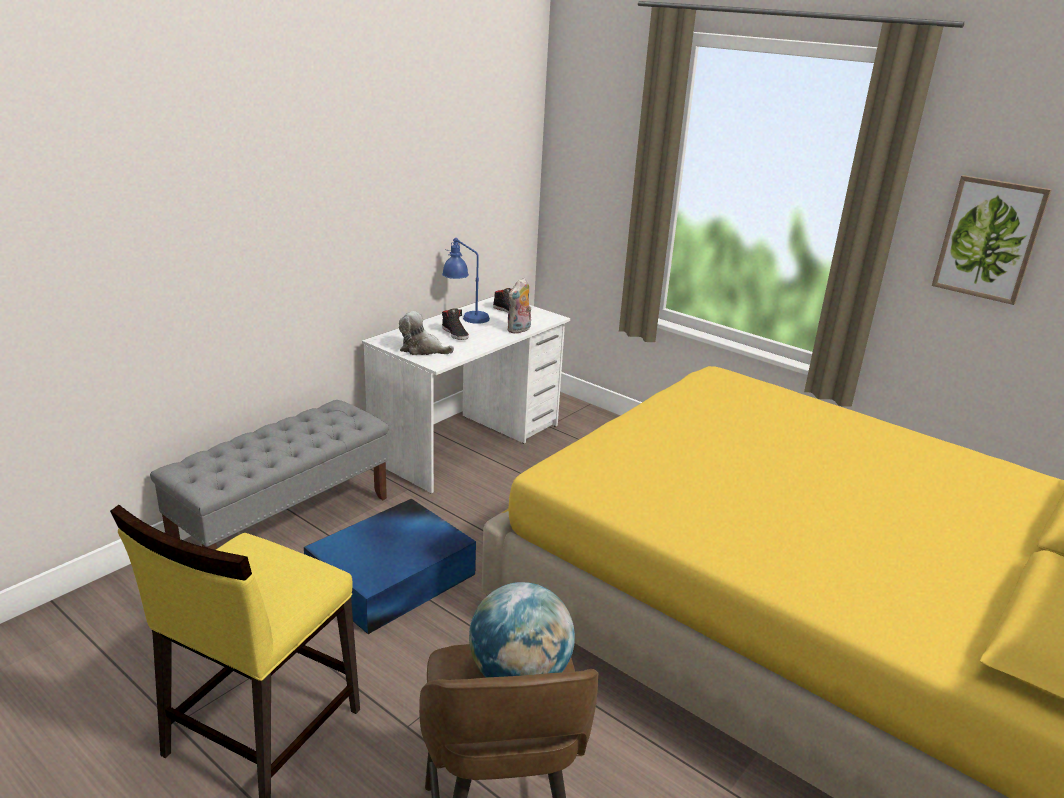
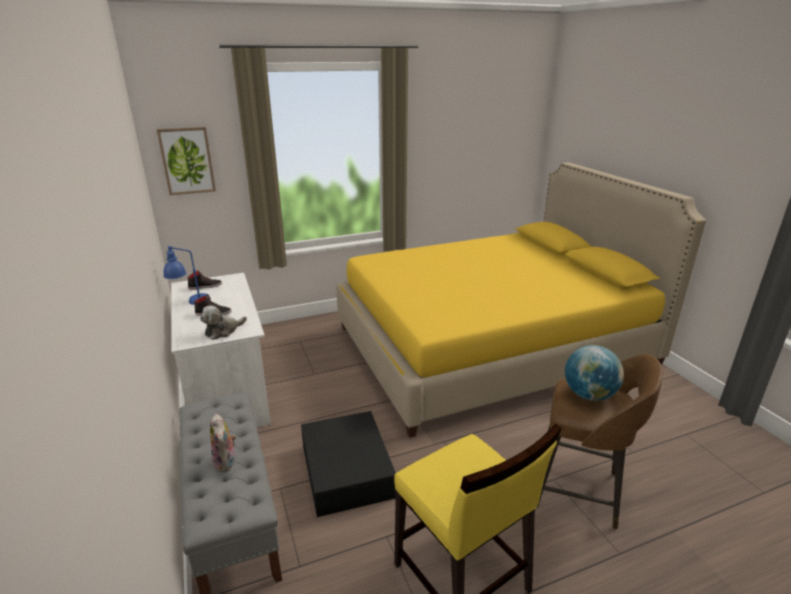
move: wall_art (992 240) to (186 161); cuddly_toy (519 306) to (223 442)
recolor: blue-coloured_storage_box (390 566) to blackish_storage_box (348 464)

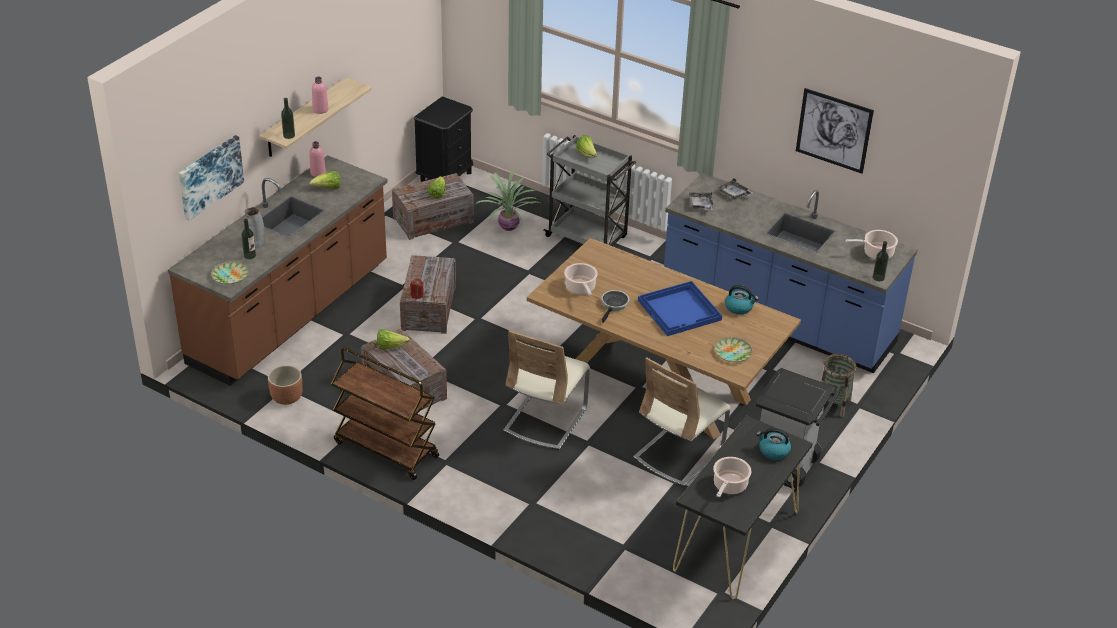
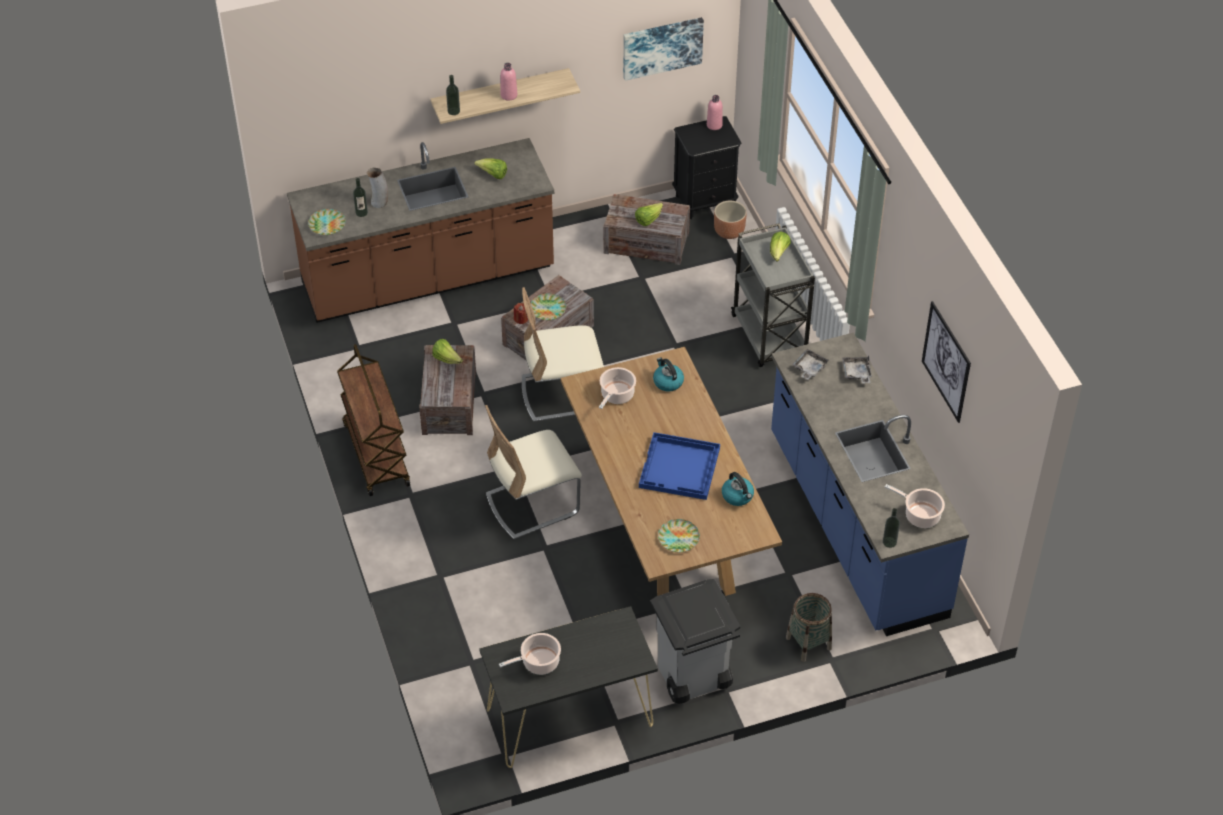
delete: houseplant (507 200); pan (615 306)
insert: plate (548 307)
move: beige-coloured_upright_chair (682 422) to (563 354); wall_art (211 177) to (663 49); water_kettle (773 444) to (668 375); pink-coloured_beverage_bottle (317 159) to (715 112); brown-coloured_planter (285 385) to (730 220)

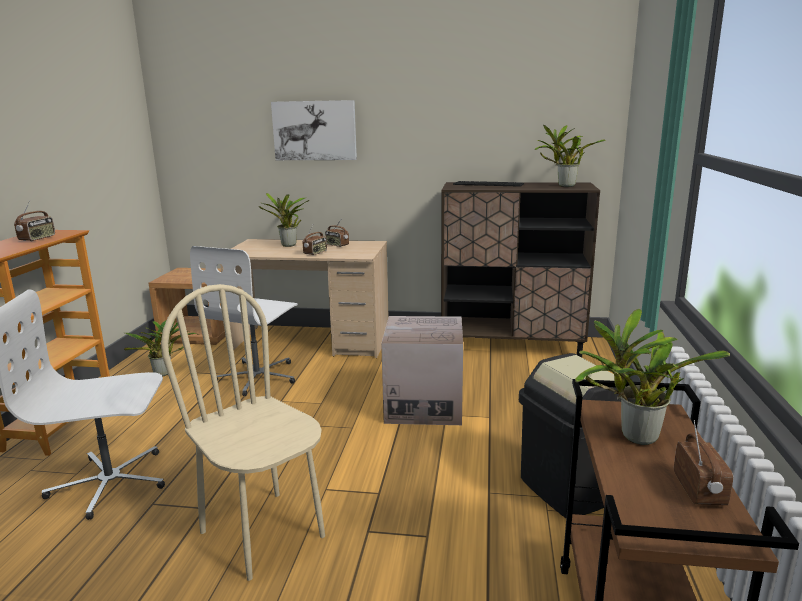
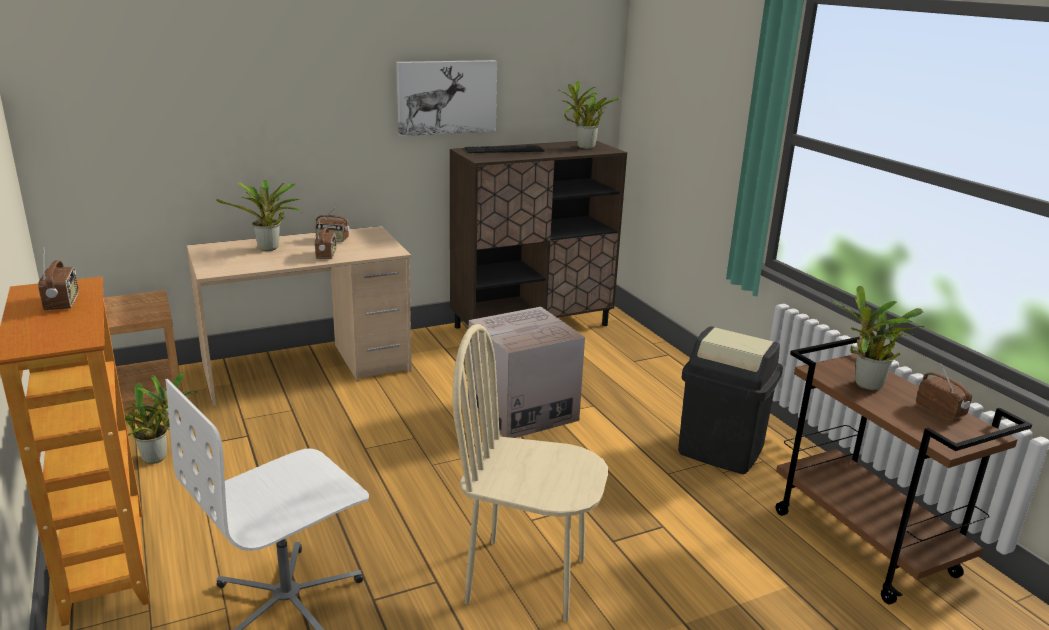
delete: whitish_desk_chair (244 321)
move: wall_art (314 130) to (446 98)

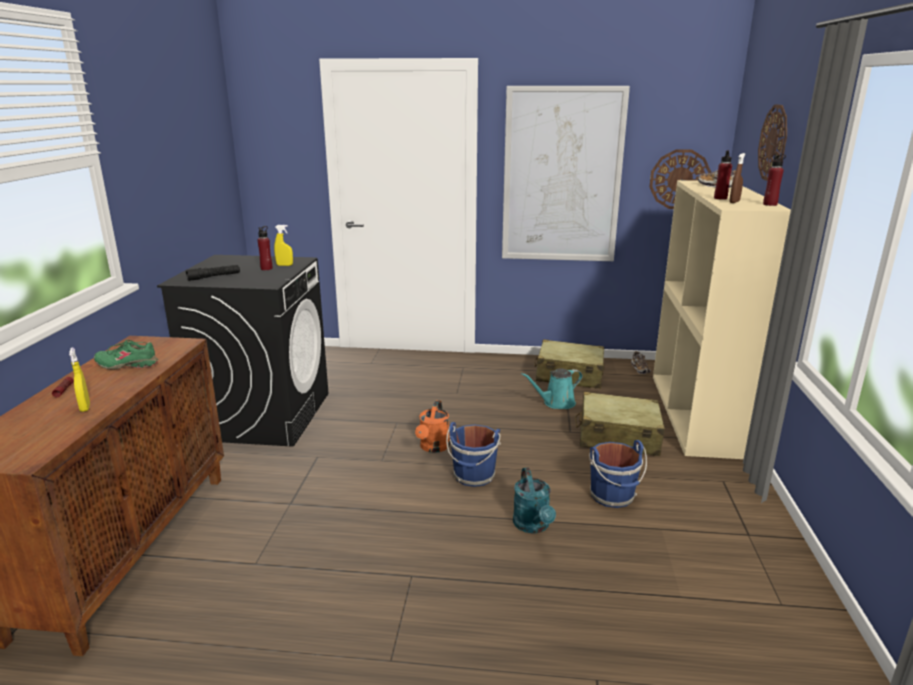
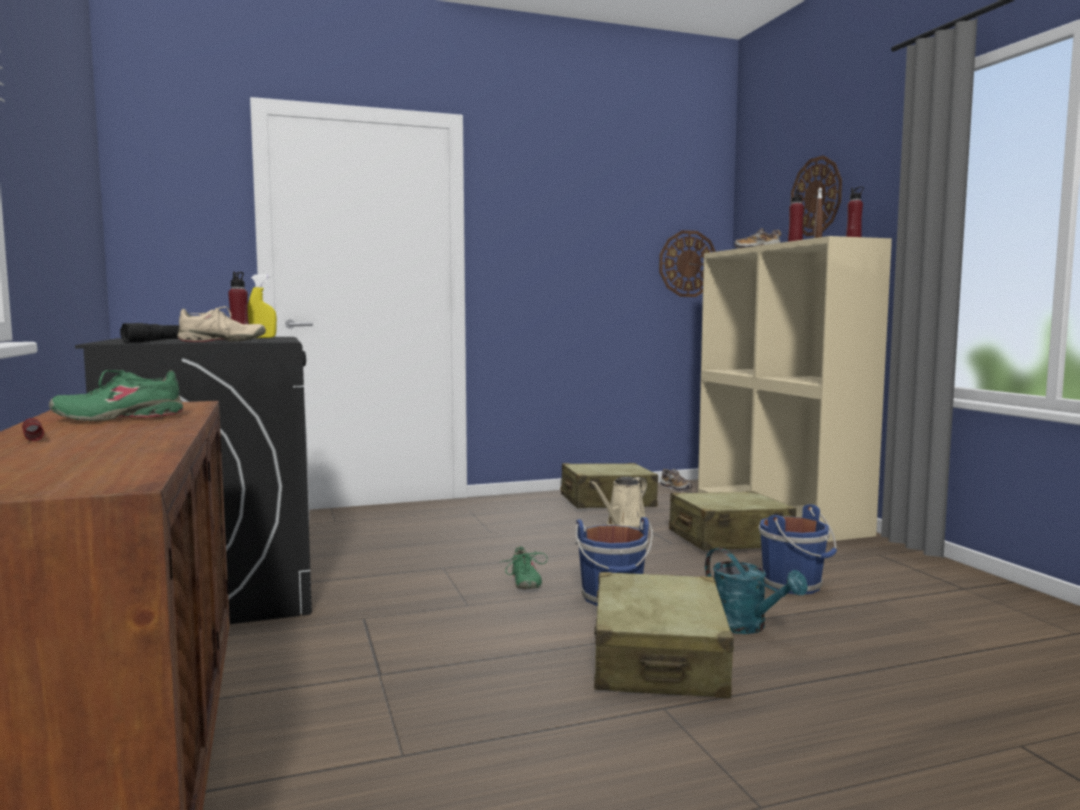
delete: yellow-coloured_hand_sprayer (79 380); wall_art (566 173)
insert: beige-coloured_item_of_footwear (221 324); beige-coloured_suitcase (664 635)
replace: orange-coloured_watering_can (432 426) to greenish_item_of_footwear (523 567)
recolor: blue-green_watering_can (552 388) to beige-coloured_watering_can (618 502)

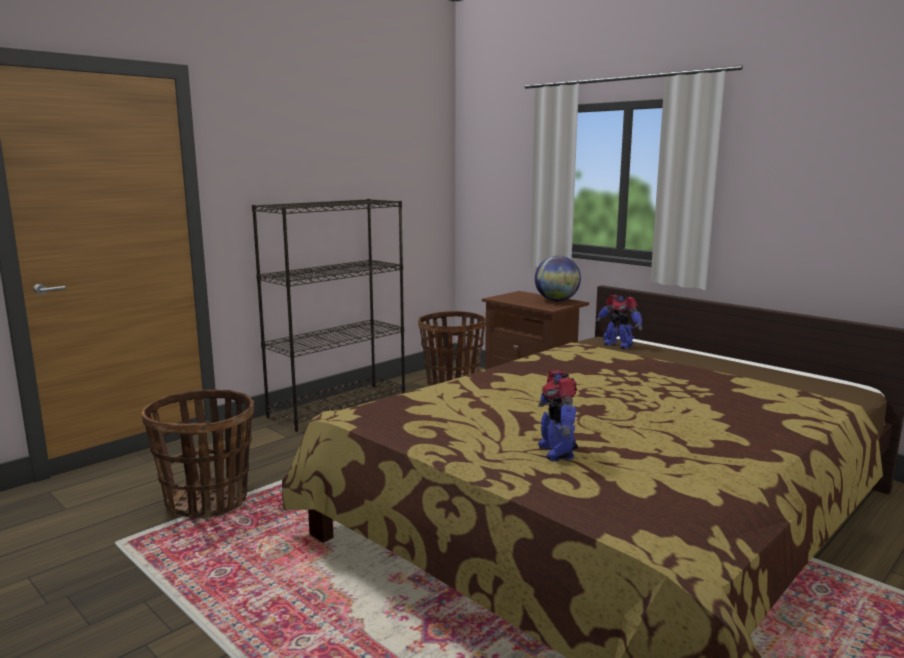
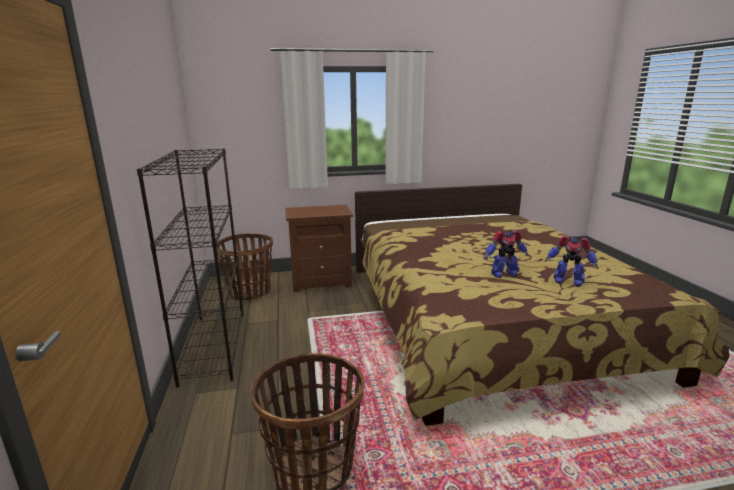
delete: desk_globe (558 278)
move: toy_robot (619 321) to (507 254)

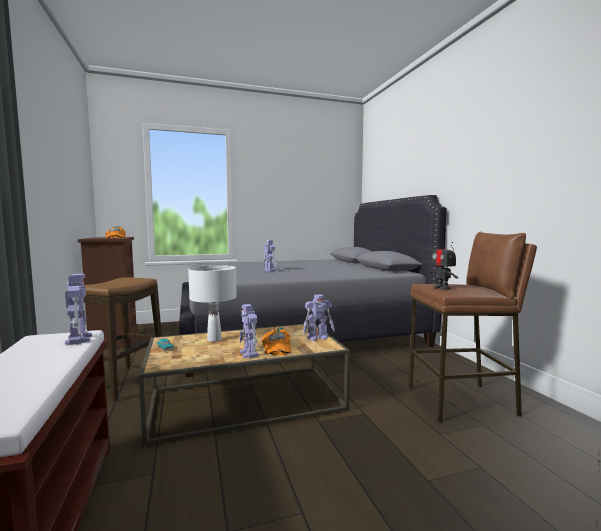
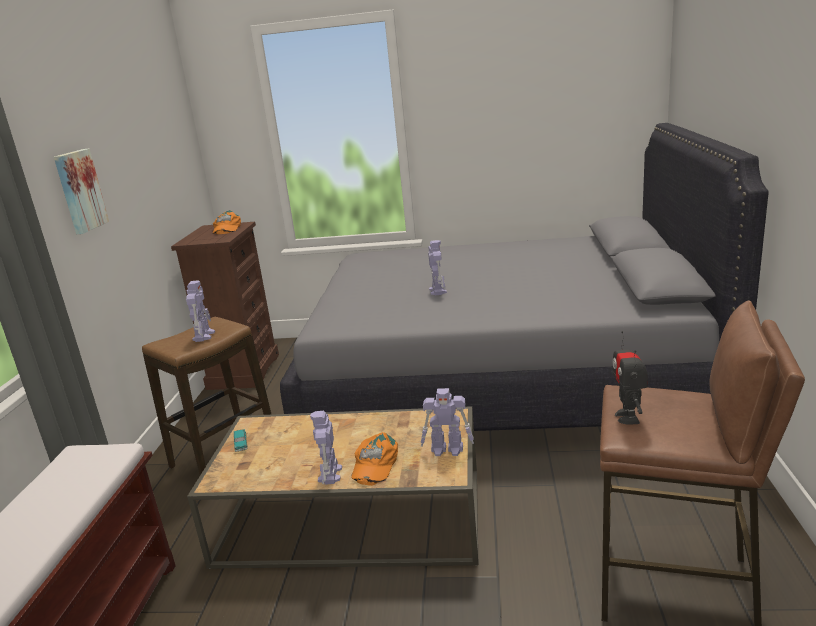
delete: whitish_tabletop_lamp (212 303)
insert: wall_art (81 191)
move: toy_robot (78 309) to (200 311)

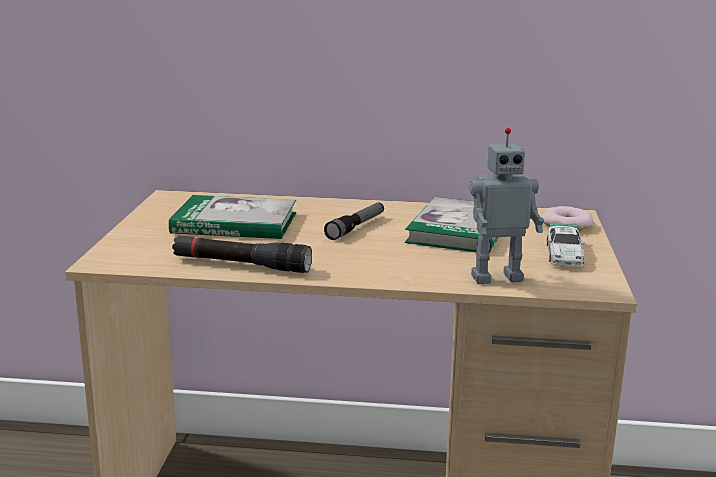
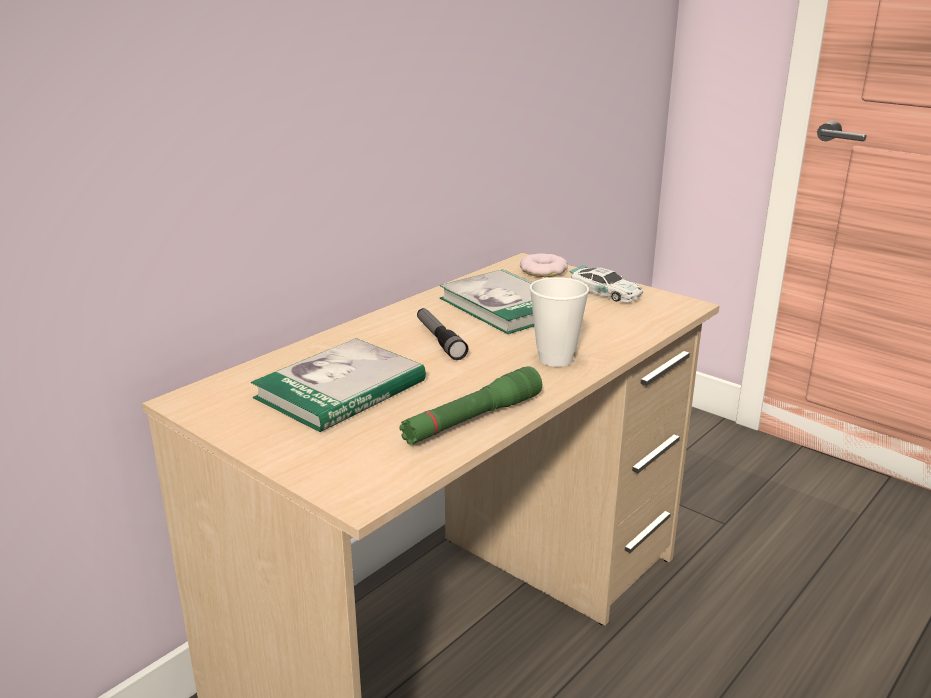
delete: toy_robot (506 206)
insert: cup (559 322)
recolor: blackish_flashlight (242 254) to greenish_flashlight (470 405)

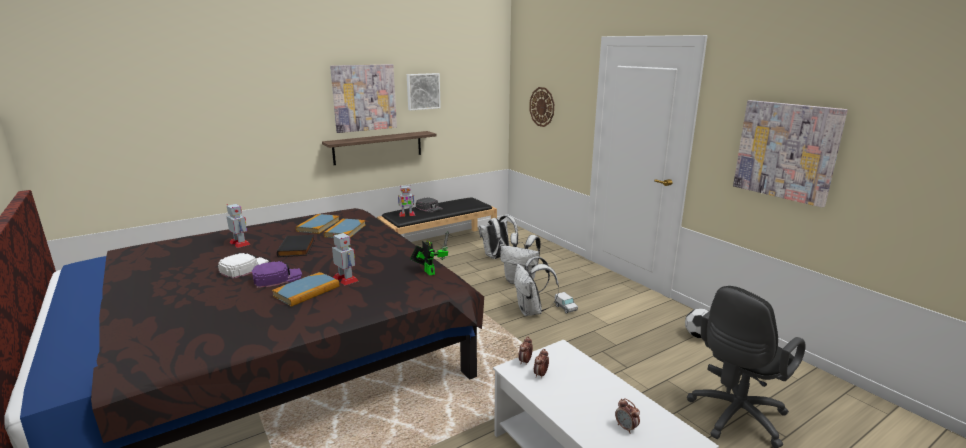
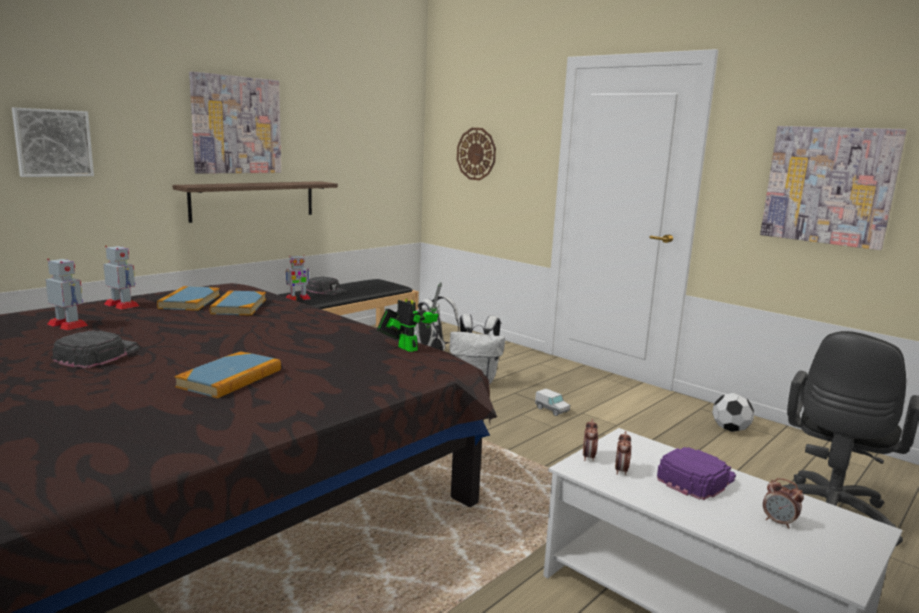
delete: blackish_book (296 246); whitish_knapsack (536 286)
move: wall_art (424 92) to (53 142); toy_robot (345 259) to (121 277); purple-coloured_cap (277 274) to (696 473)
recolor: whitish_cap (243 266) to blackish_cap (95 349)

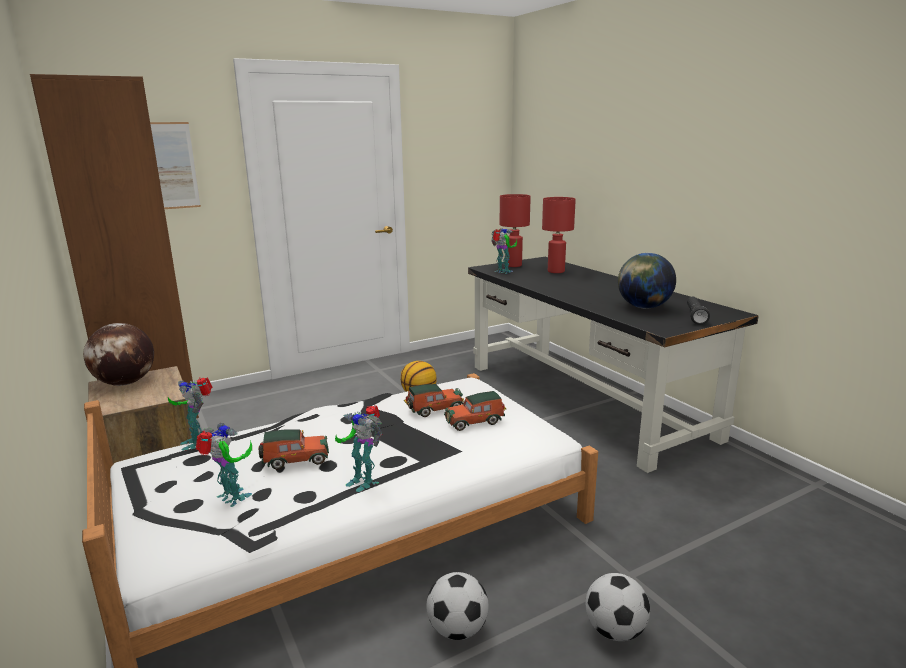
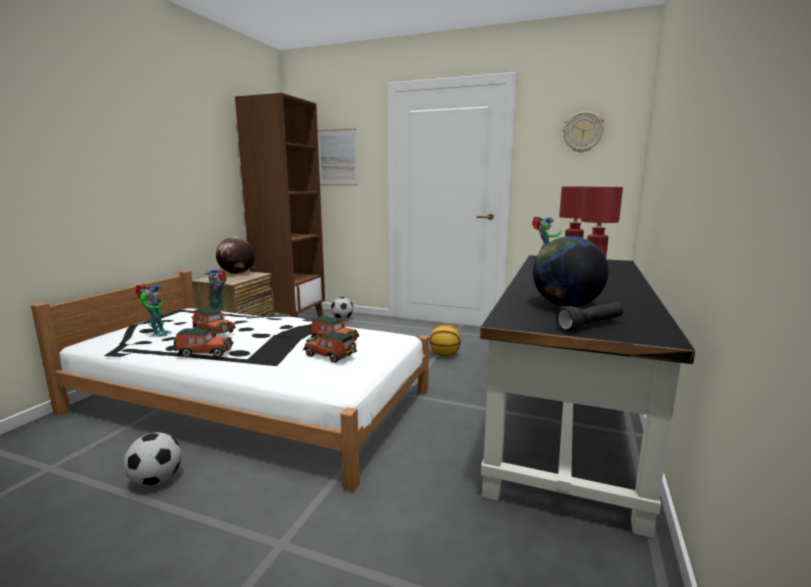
insert: wall_clock (584 132)
move: football (617 607) to (341 308)
replace: toy_robot (358 448) to toy_car (204 342)

